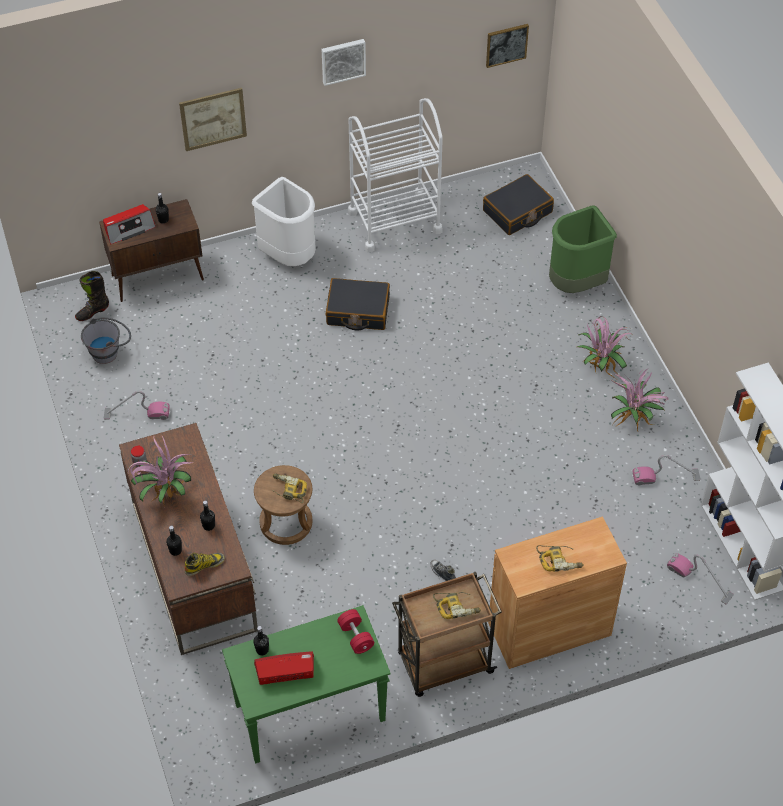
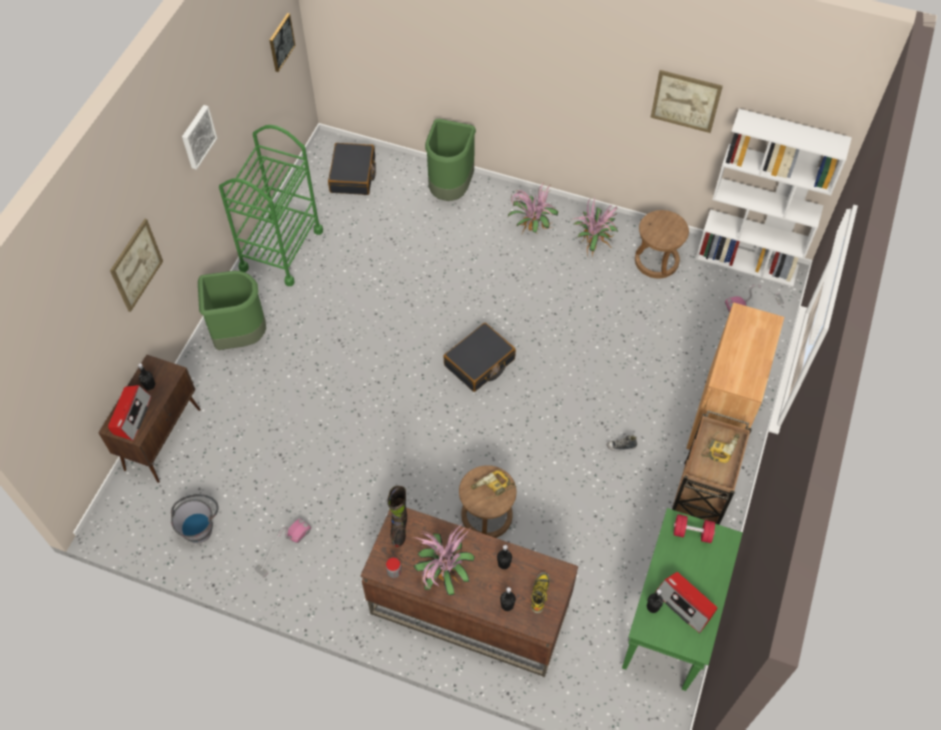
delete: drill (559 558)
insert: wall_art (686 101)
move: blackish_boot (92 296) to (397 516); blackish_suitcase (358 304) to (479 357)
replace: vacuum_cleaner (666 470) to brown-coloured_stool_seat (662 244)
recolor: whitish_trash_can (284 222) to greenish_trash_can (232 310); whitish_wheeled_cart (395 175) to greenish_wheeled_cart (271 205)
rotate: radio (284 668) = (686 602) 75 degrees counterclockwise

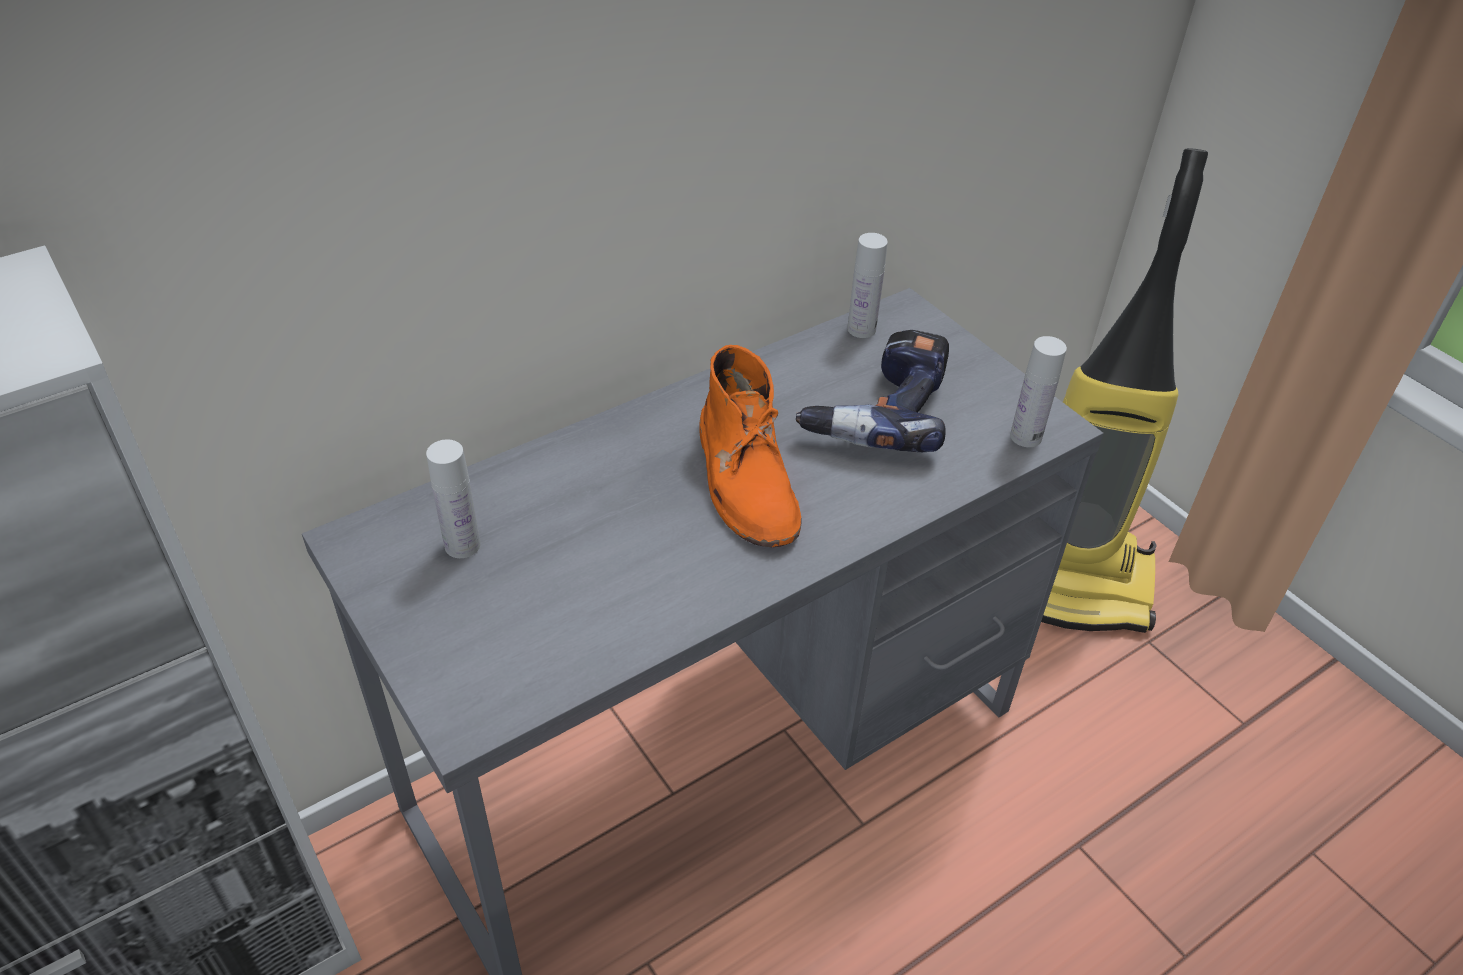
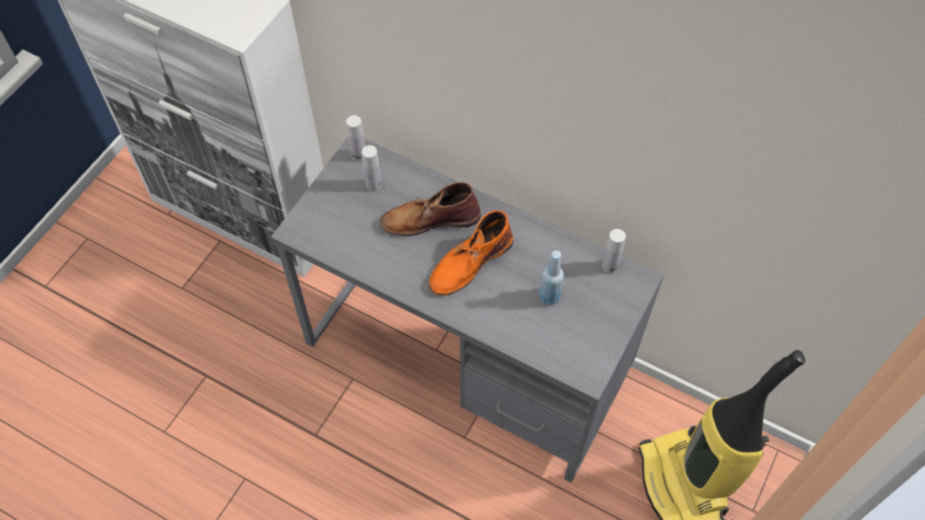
insert: brown-coloured_boot (430 209)
move: whitish_beverage_bottle (1038 391) to (355 138)
replace: drill (872 391) to blue-coloured_beverage_bottle (551 277)

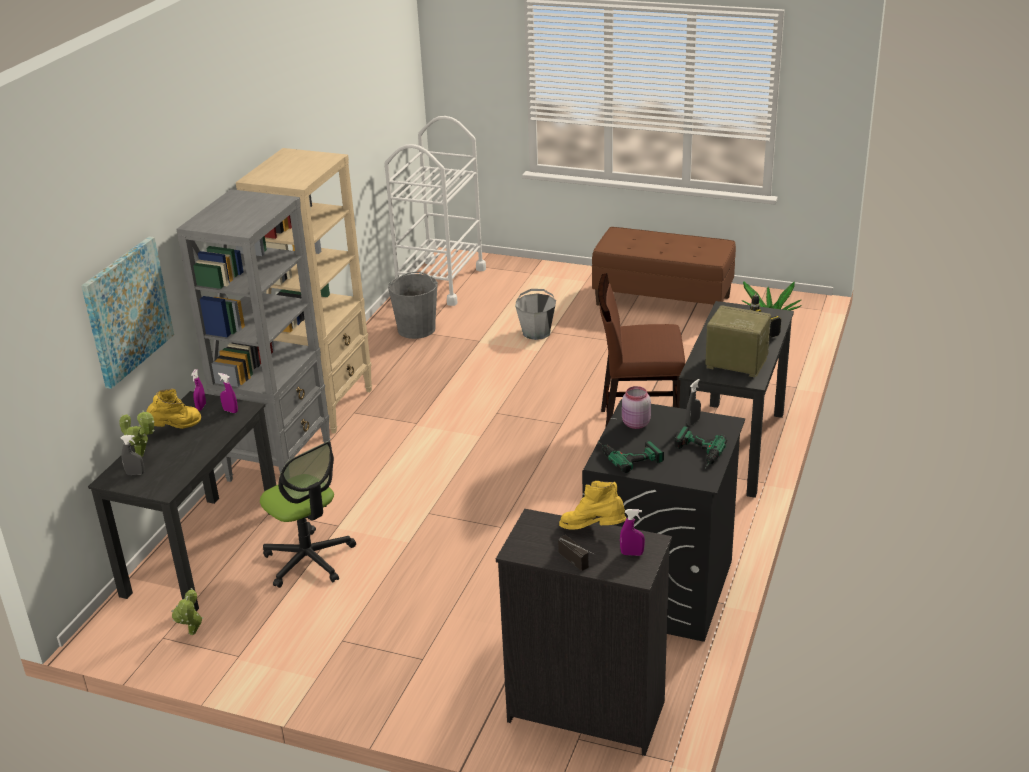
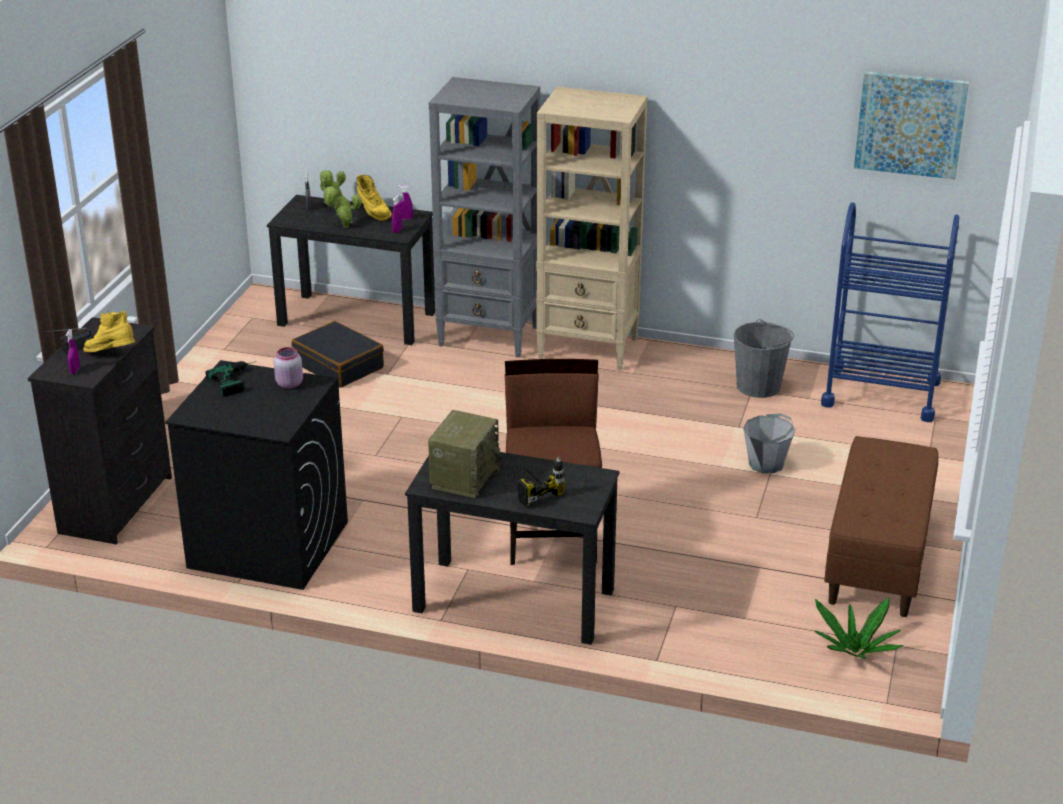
delete: drill (701 447); greyish_hand_sprayer (693 402)
move: houseplant (187 611) to (342 207); wall_art (127 312) to (911 125)
replace: desk_chair (308 514) to blackish_suitcase (337 354)
recolor: whitish_wheeled_cart (435 211) to blue-coloured_wheeled_cart (890 312)
rotate: yellow-coloured_boot (592 505) = (109 331) 90 degrees counterclockwise

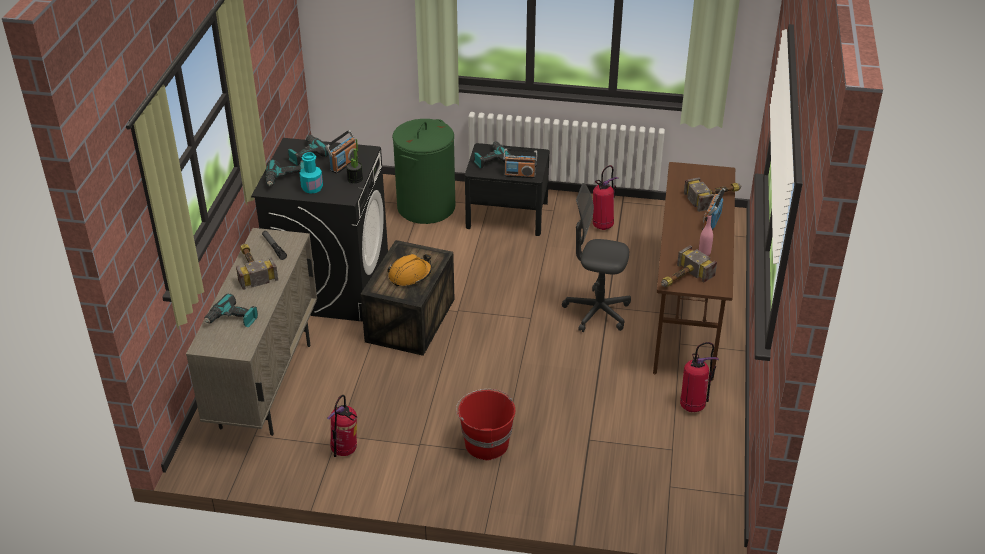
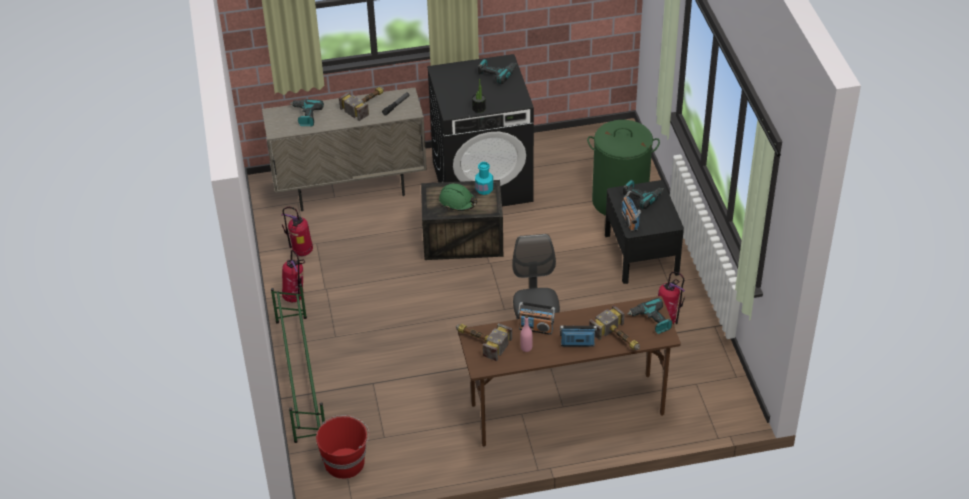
insert: greenish_shoe_shelf (298 363)
move: fire_extinguisher (699 377) to (293 276); red-coloured_water_bucket (485 424) to (342 447); blue-green_beverage_bottle (311 173) to (484 178); radio (341 152) to (536 318); drill (284 173) to (649 316)
recolor: orange-coloured_safety_helmet (409 270) to greenish_safety_helmet (458 197)

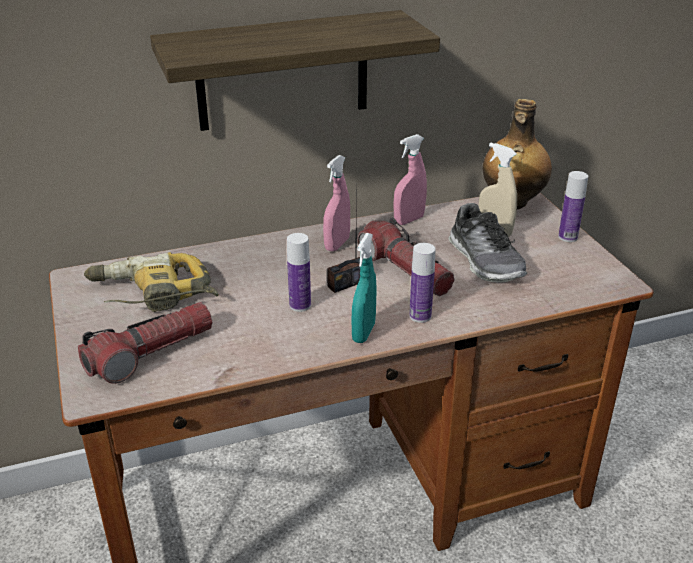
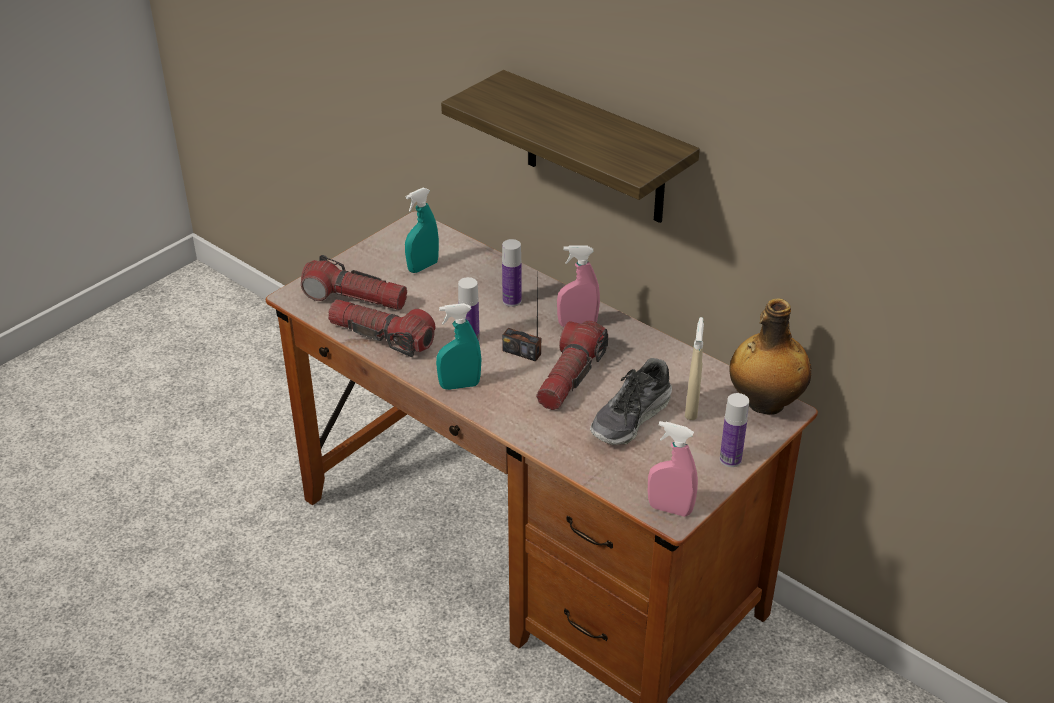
insert: flashlight (381 328)
move: beverage_bottle (422 283) to (512 273); pink-coloured_hand_sprayer (410 179) to (673 469)
replace: drill (151 282) to blue-green_hand_sprayer (422 230)

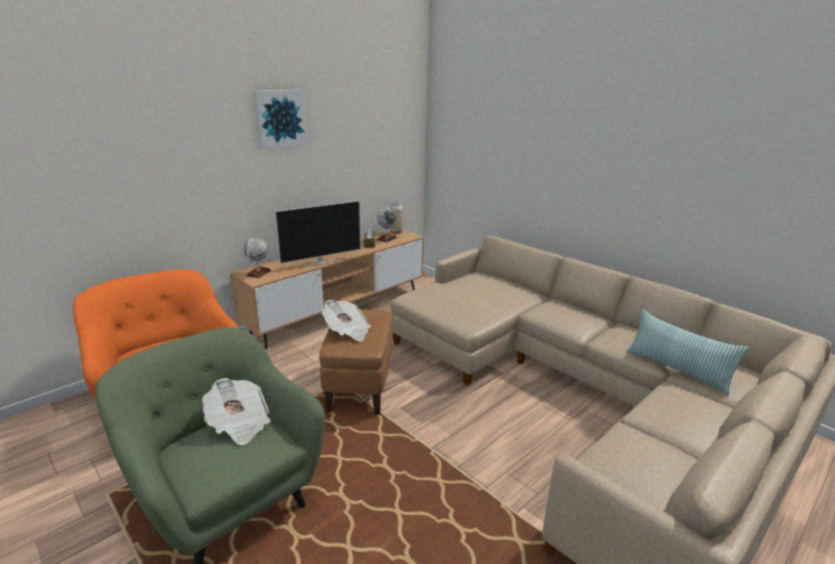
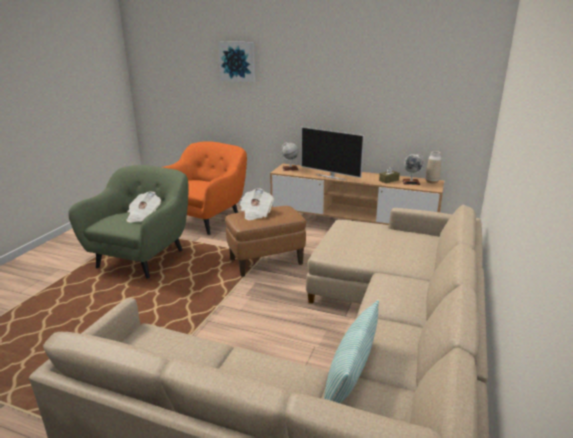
move: wall_art (280 119) to (236 62)

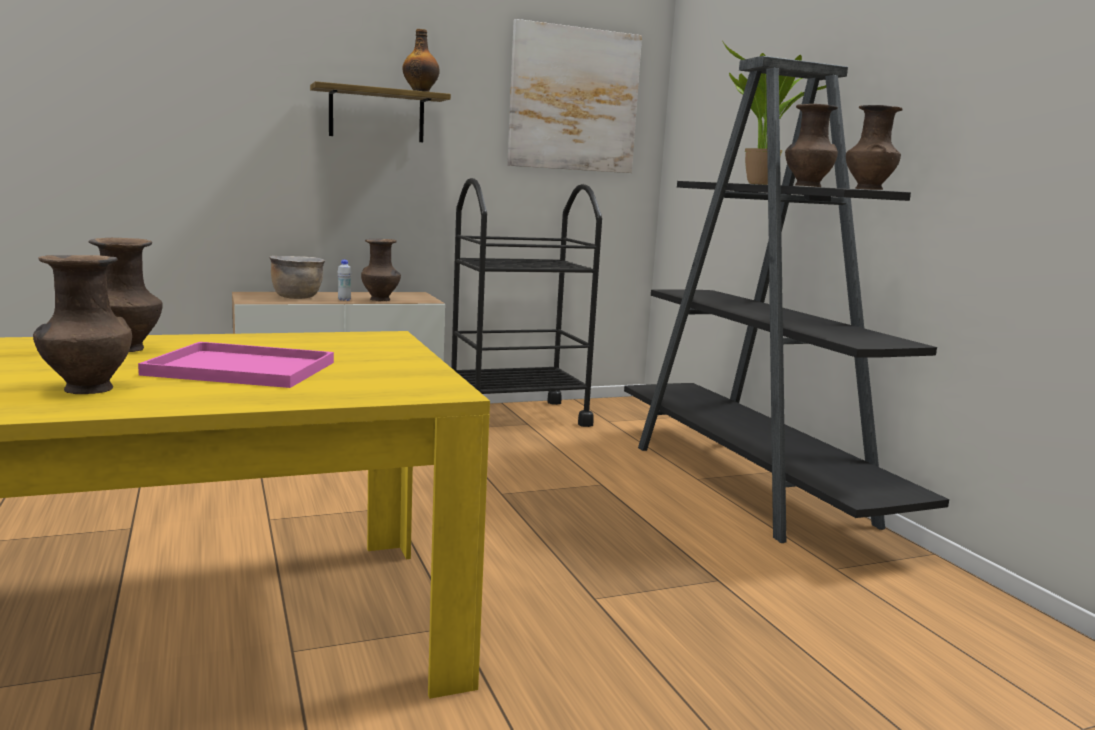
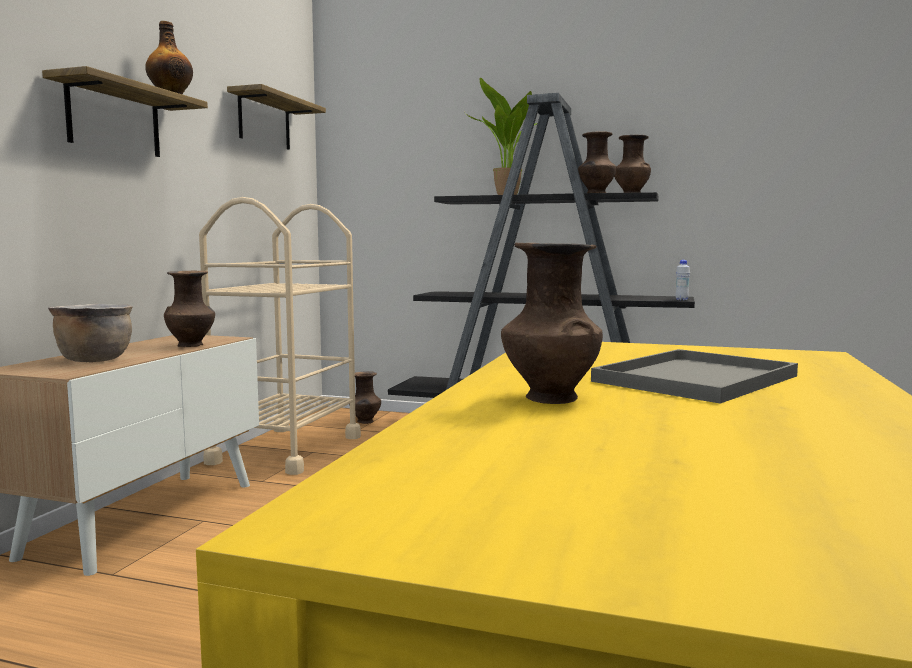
move: brown-coloured_decorative_vase (82 324) to (365 397); whitish_beverage_bottle (344 280) to (683 280)
replace: wall_art (574 96) to bracket_shelf (276 117)
recolor: blackish_wheeled_cart (526 302) to beige-coloured_wheeled_cart (280 336); pink-coloured_carrying_tray (236 365) to greyish_carrying_tray (694 376)

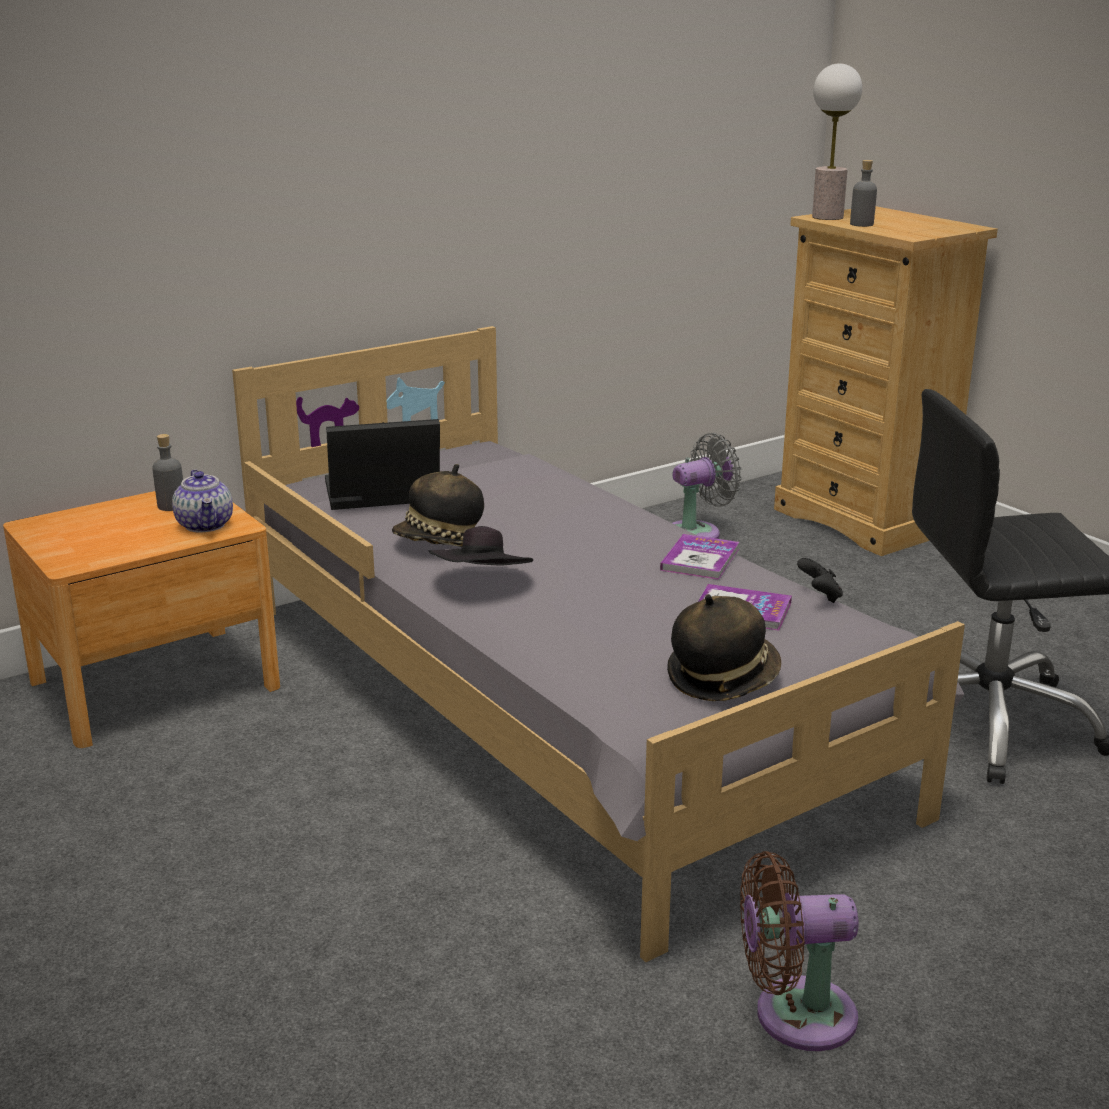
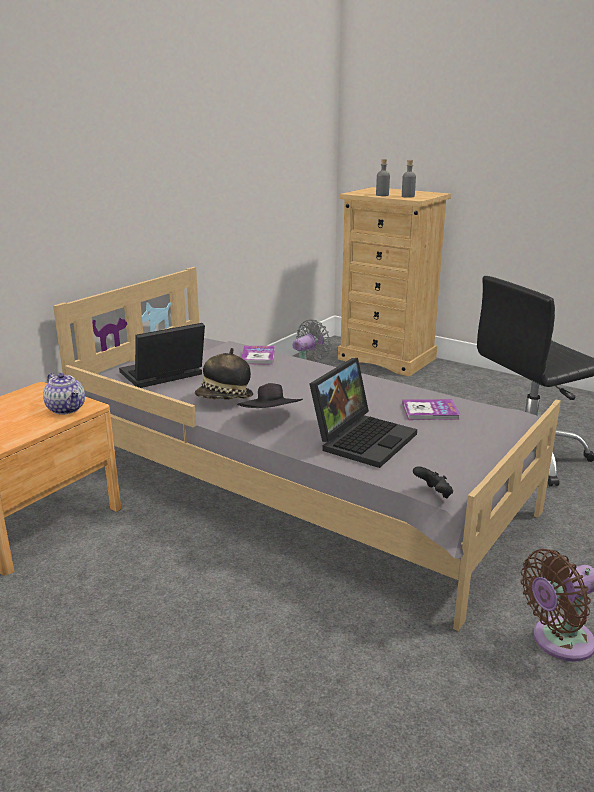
delete: hat (724 647); tabletop_lamp (837 141)
insert: laptop (363 413)
move: book (699 557) to (258 355); greyish_beverage_bottle (167 472) to (409 179); blackish_joypad (820 580) to (433 482)

